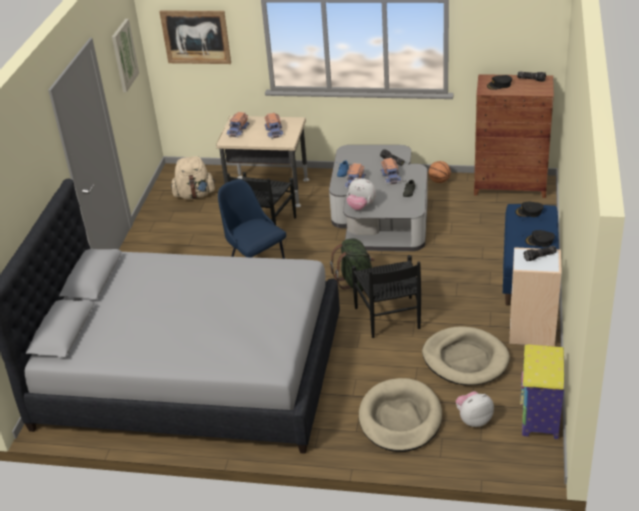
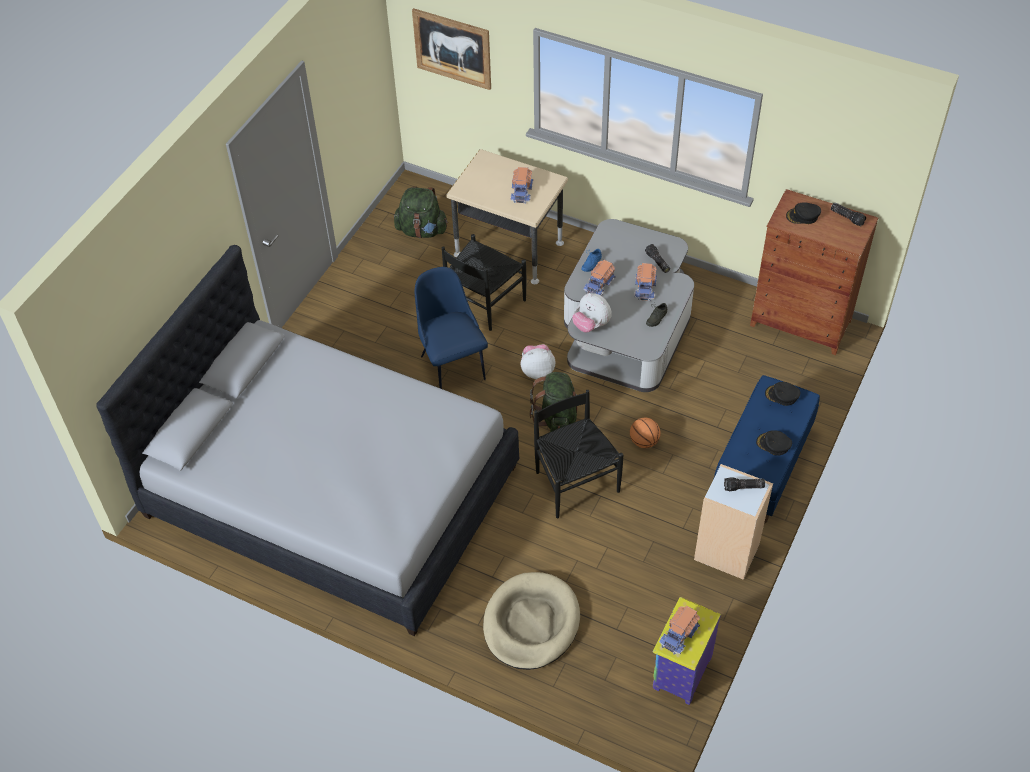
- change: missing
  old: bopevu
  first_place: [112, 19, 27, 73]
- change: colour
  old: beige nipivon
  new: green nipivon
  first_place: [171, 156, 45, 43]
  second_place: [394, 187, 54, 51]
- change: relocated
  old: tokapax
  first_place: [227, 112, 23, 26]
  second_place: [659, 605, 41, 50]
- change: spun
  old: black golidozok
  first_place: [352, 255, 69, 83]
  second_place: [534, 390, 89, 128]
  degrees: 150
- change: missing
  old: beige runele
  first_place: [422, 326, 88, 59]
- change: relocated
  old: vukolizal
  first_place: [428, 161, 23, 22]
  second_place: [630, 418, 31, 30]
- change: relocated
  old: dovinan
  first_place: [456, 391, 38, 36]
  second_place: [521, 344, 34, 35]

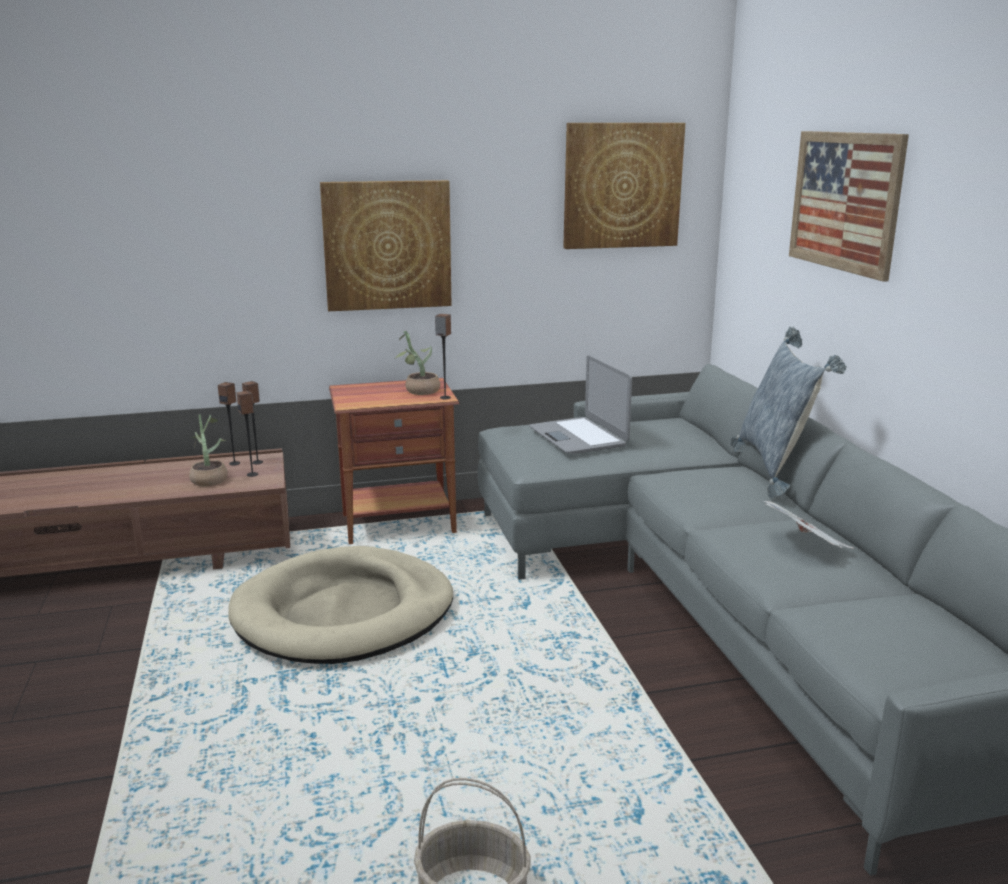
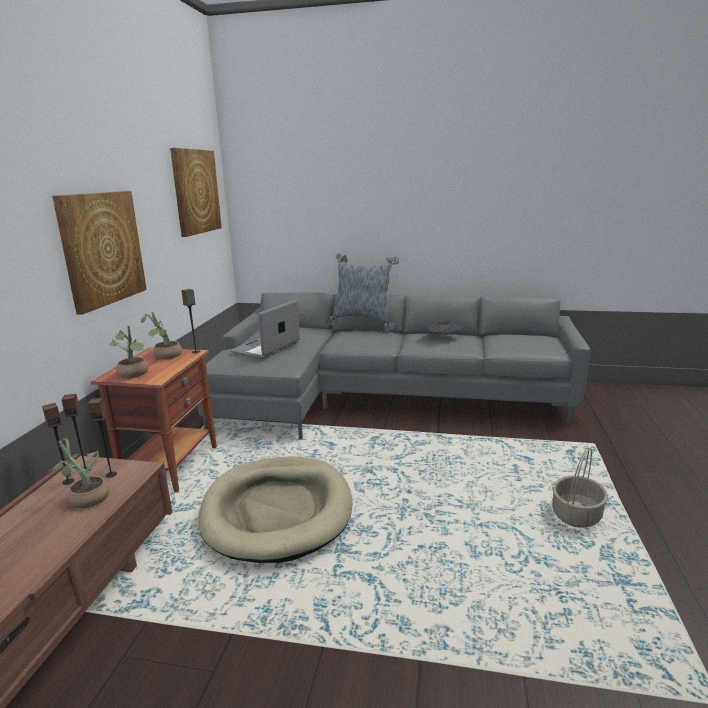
- change: spun
  old: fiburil
  first_place: [529, 355, 103, 99]
  second_place: [230, 300, 70, 59]
  degrees: 120
- change: missing
  old: bopevu
  first_place: [789, 131, 120, 151]
- change: appeared
  new: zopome
  second_place: [109, 325, 40, 53]

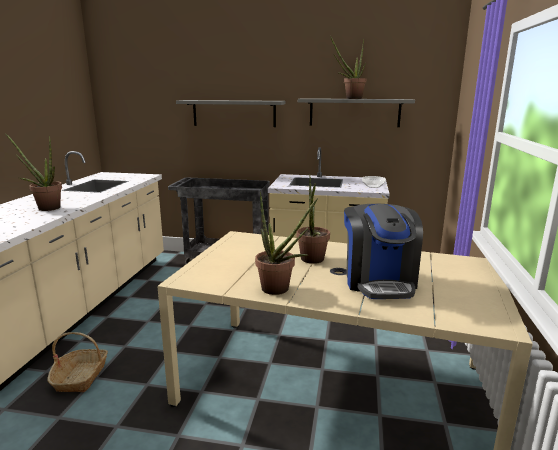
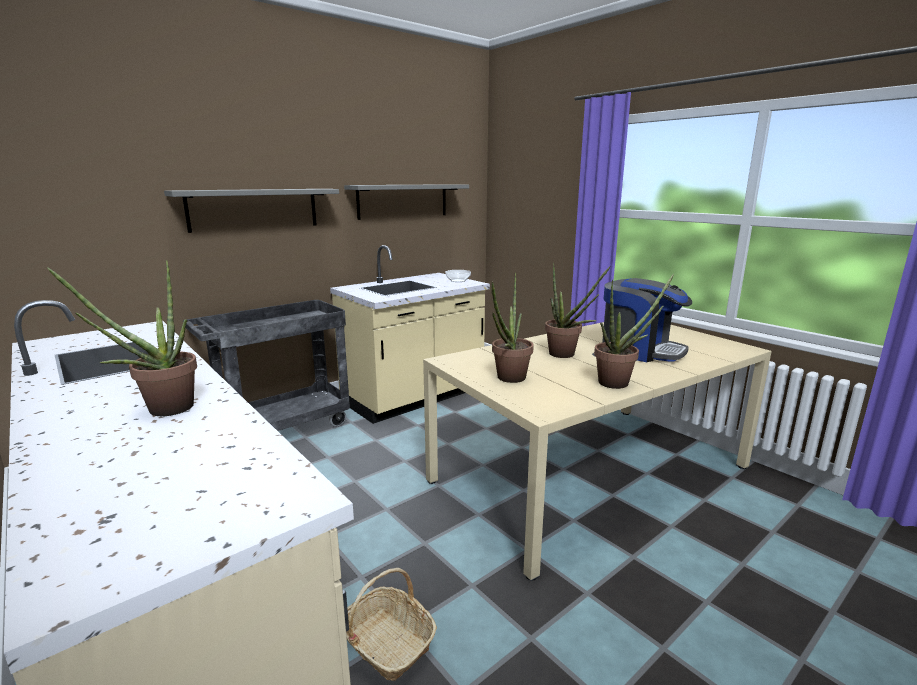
- change: relocated
  old: zopome
  first_place: [330, 36, 37, 63]
  second_place: [491, 273, 43, 110]

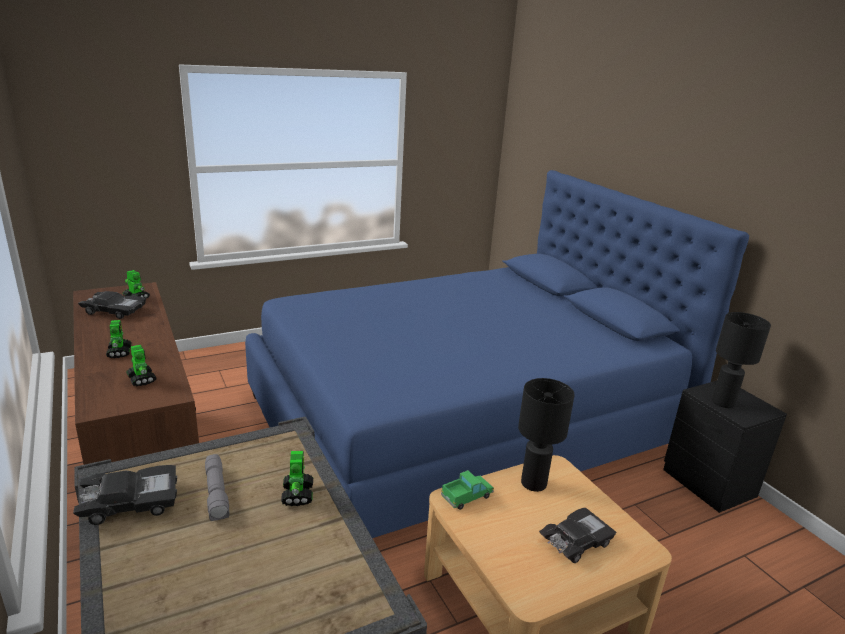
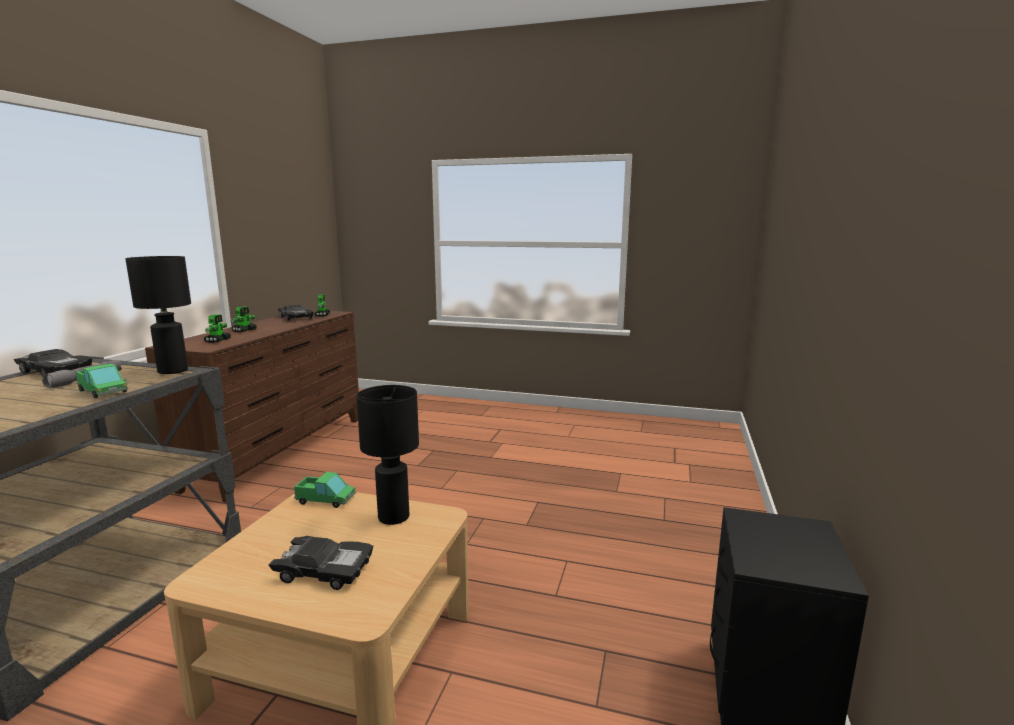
- change: missing
  old: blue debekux
  first_place: [245, 170, 504, 368]
- change: exchanged
  old: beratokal
  new: tokapax
  first_place: [281, 451, 32, 55]
  second_place: [76, 364, 52, 34]
- change: relocated
  old: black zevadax
  first_place: [712, 312, 59, 96]
  second_place: [125, 256, 66, 118]

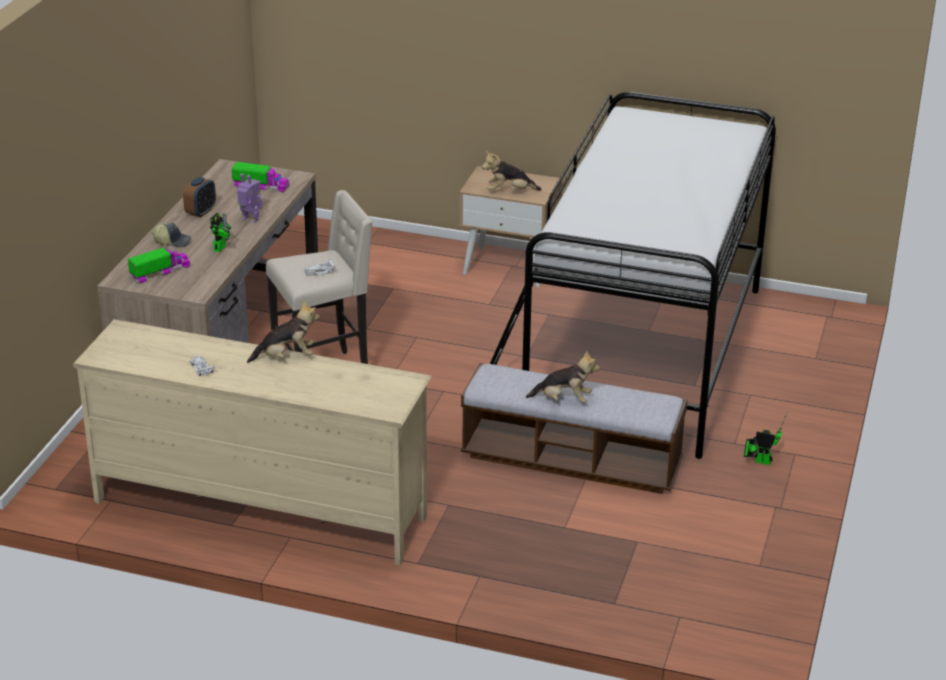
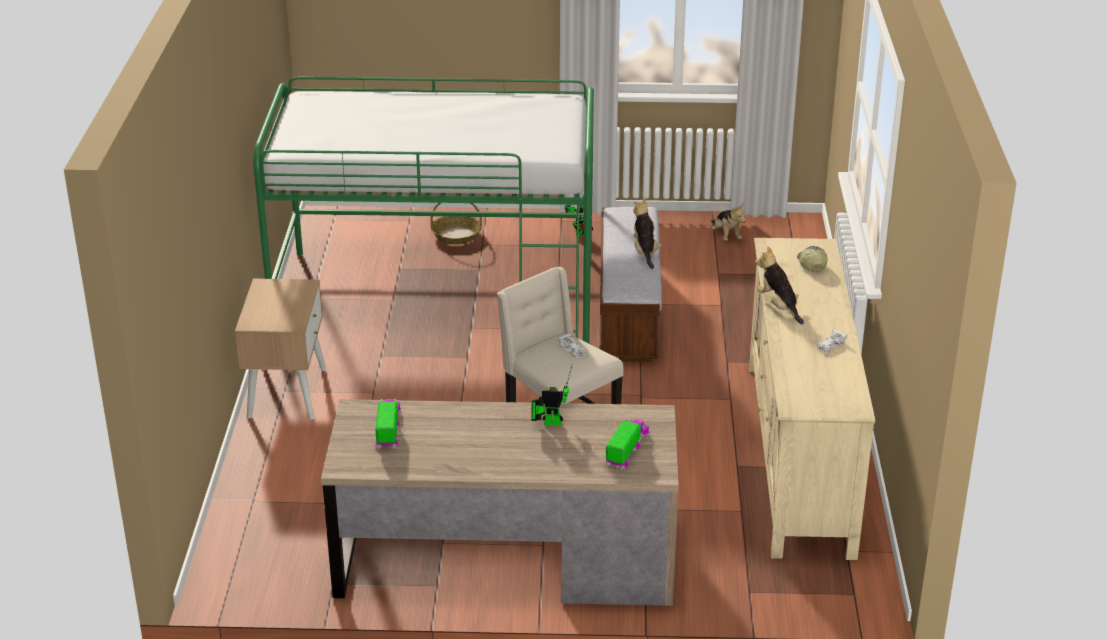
- change: spun
  old: tokapax
  first_place: [128, 247, 63, 36]
  second_place: [605, 417, 44, 53]
  degrees: 75
- change: relocated
  old: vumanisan
  first_place: [151, 222, 41, 25]
  second_place: [797, 246, 31, 26]
- change: missing
  old: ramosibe
  first_place: [183, 177, 33, 40]
- change: missing
  old: beratokal
  first_place: [237, 173, 25, 50]
- change: relocated
  old: dovinan
  first_place: [482, 151, 60, 40]
  second_place: [711, 204, 35, 37]
- change: colour
  old: black debekux
  new: green debekux
  first_place: [490, 92, 286, 367]
  second_place: [253, 77, 341, 267]
- change: appeared
  new: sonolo
  second_place: [431, 203, 51, 42]

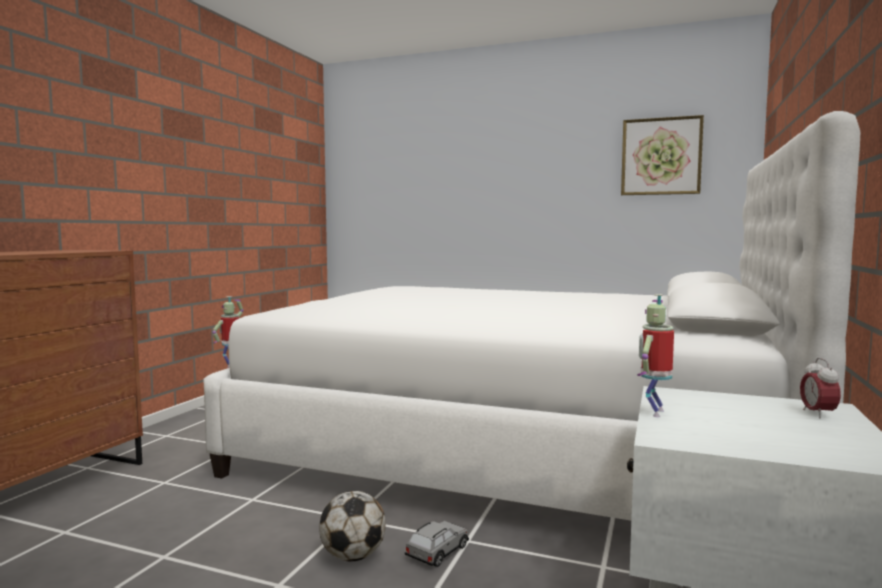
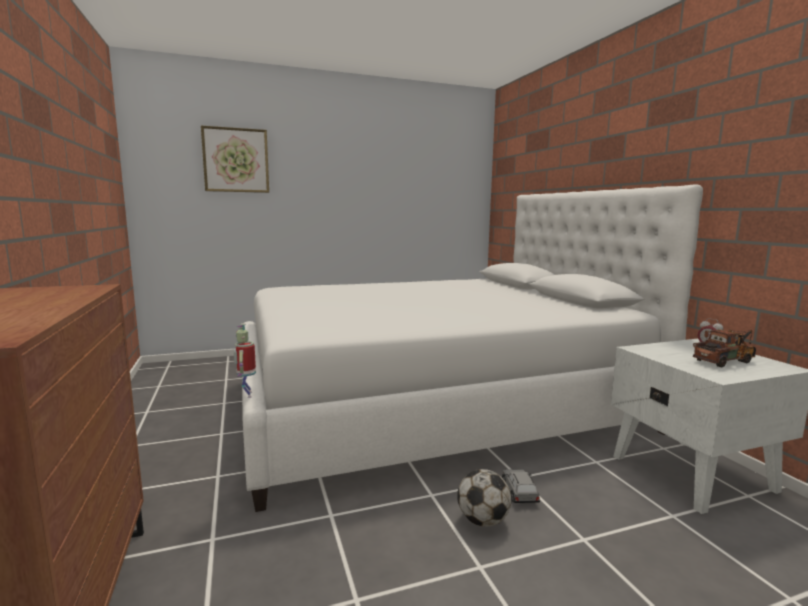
- change: relocated
  old: bopevu
  first_place: [621, 115, 83, 80]
  second_place: [201, 126, 68, 67]
- change: missing
  old: beratokal
  first_place: [637, 294, 37, 123]
- change: appeared
  new: tokapax
  second_place: [693, 330, 63, 37]

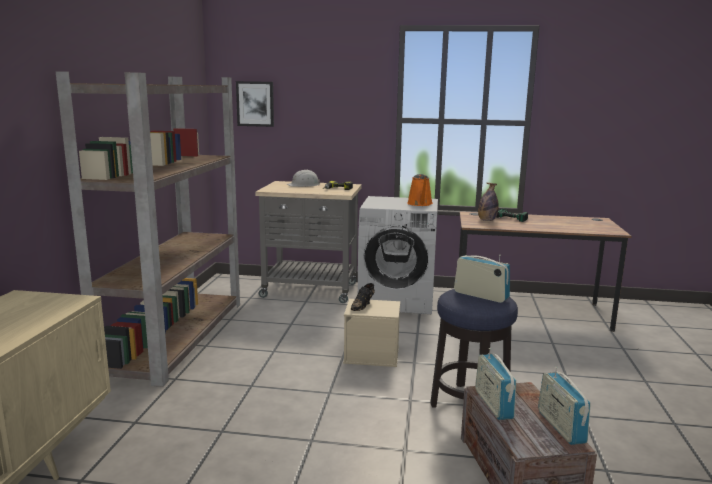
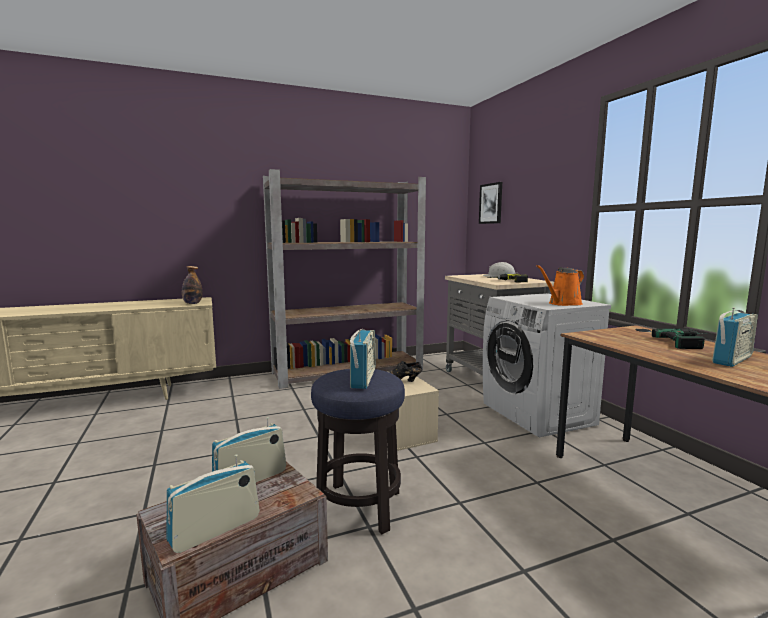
- change: relocated
  old: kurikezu
  first_place: [478, 183, 21, 38]
  second_place: [182, 266, 20, 38]
- change: appeared
  new: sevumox
  second_place: [712, 307, 46, 60]

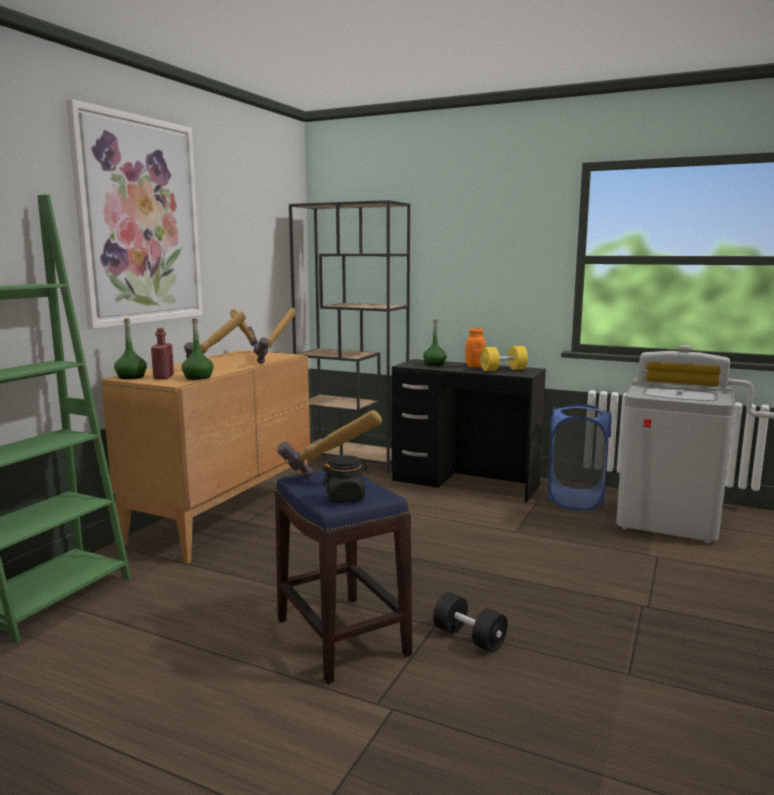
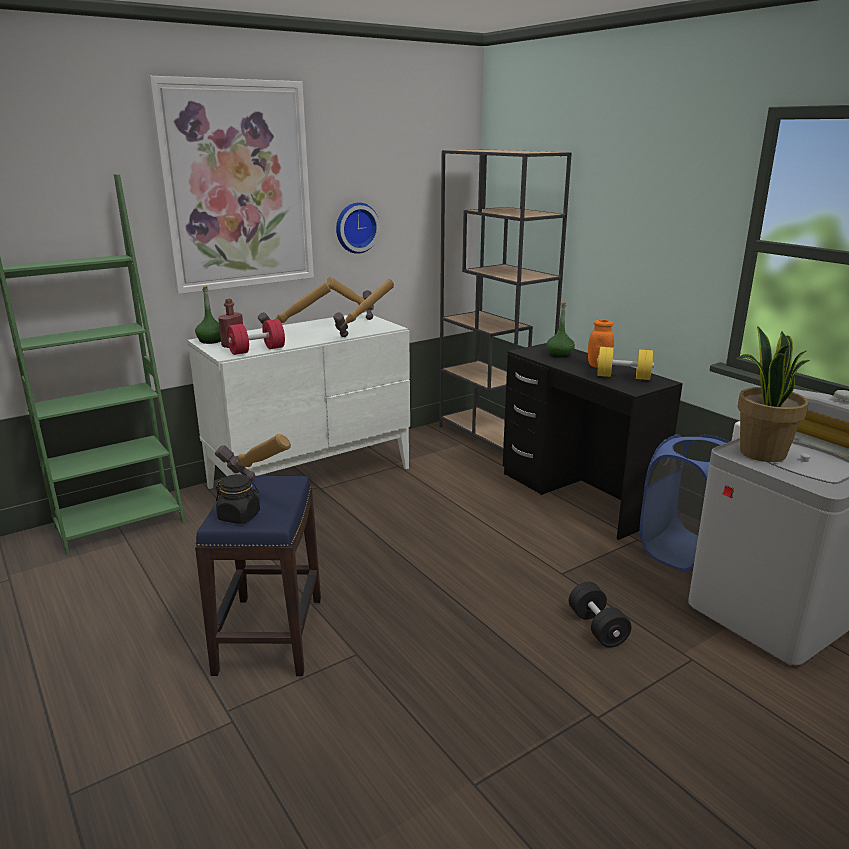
- change: colour
  old: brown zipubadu
  new: white zipubadu
  first_place: [101, 350, 209, 214]
  second_place: [187, 312, 223, 177]
- change: exchanged
  old: green kurikezu
  new: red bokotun
  first_place: [181, 319, 33, 61]
  second_place: [227, 319, 58, 36]
- change: relocated
  old: black bokotun
  first_place: [433, 592, 75, 60]
  second_place: [569, 582, 62, 66]
- change: appeared
  new: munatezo
  second_place: [336, 202, 44, 52]
- change: appeared
  new: zopome
  second_place: [737, 326, 73, 136]

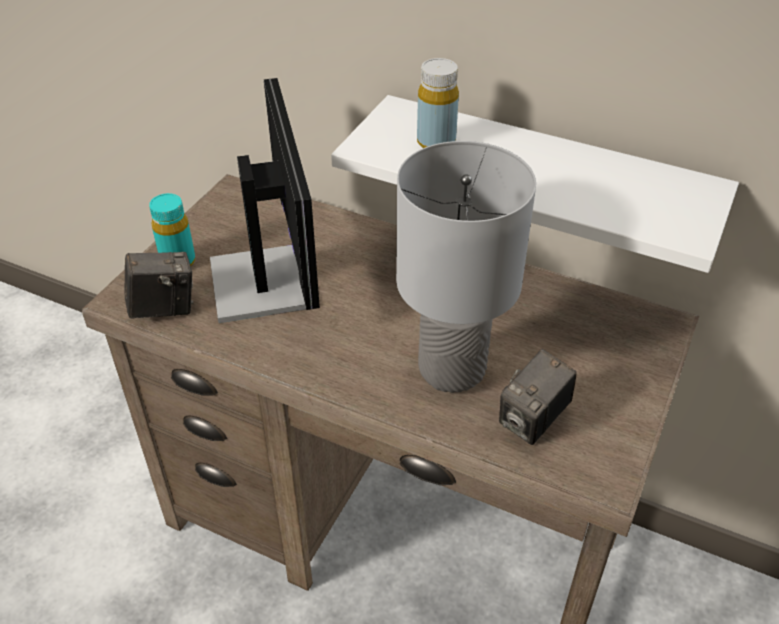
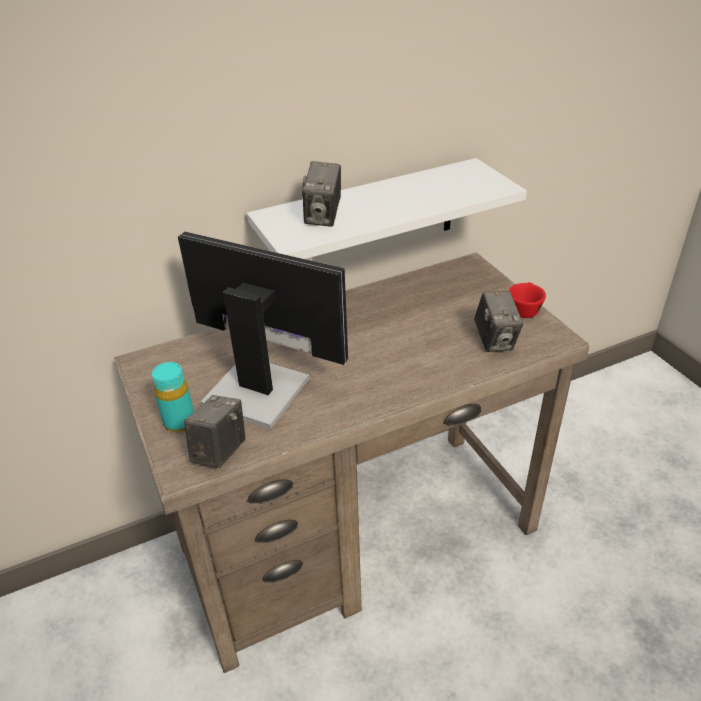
- change: missing
  old: grey zevadax
  first_place: [396, 141, 140, 252]
- change: exchanged
  old: yellow kurikezu
  new: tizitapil
  first_place: [417, 58, 42, 90]
  second_place: [302, 161, 39, 66]
- change: appeared
  new: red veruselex
  second_place: [508, 282, 38, 36]

